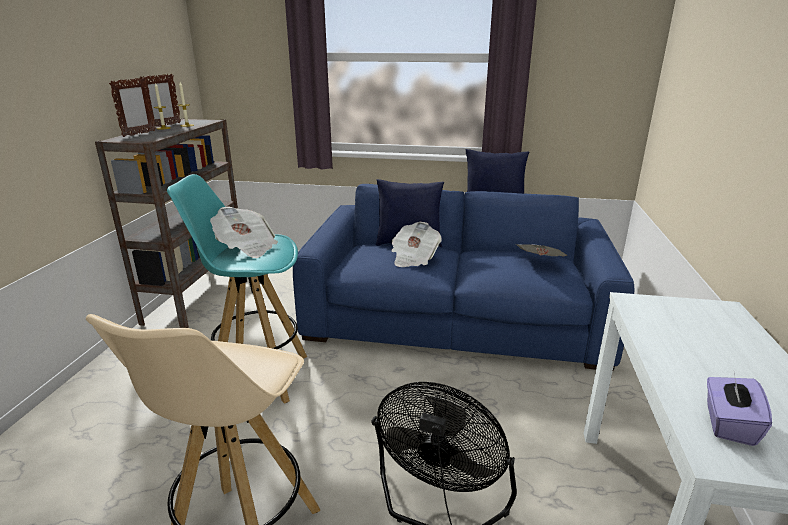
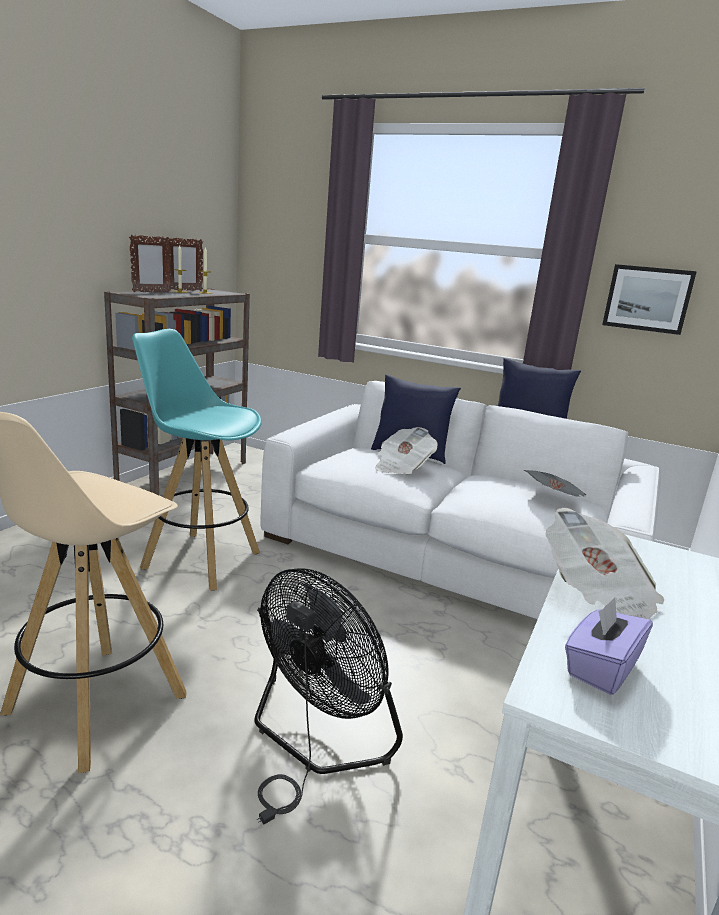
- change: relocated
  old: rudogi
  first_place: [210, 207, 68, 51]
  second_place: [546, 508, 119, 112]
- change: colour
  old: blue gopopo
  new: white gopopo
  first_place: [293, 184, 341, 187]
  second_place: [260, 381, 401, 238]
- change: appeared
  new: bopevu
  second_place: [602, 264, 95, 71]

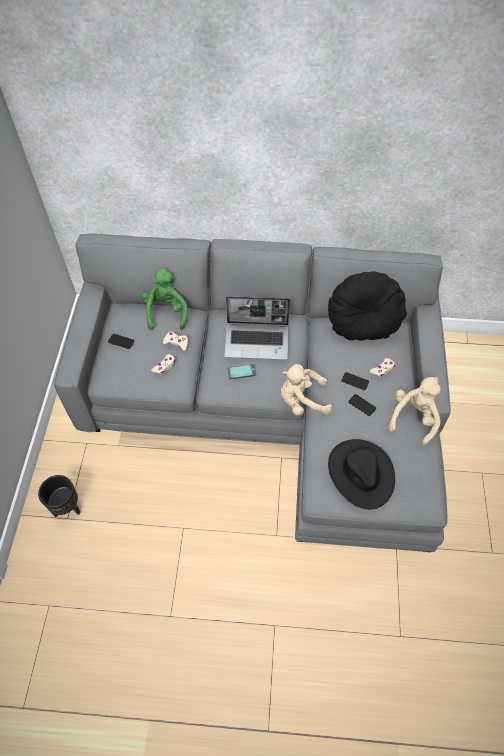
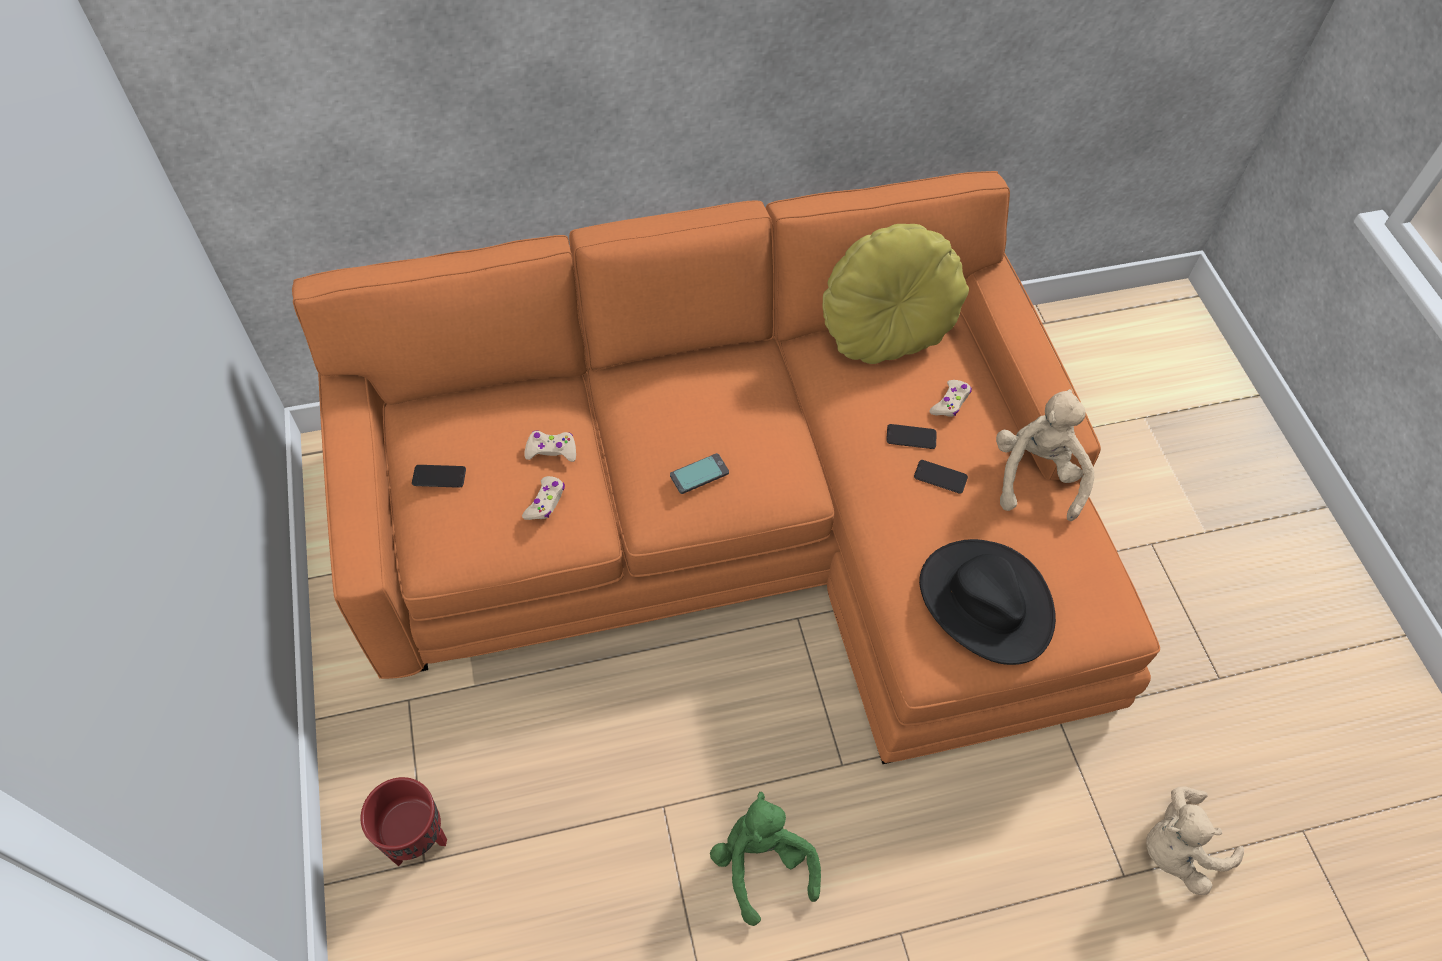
- change: colour
  old: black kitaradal
  new: red kitaradal
  first_place: [38, 475, 42, 42]
  second_place: [361, 777, 86, 89]
- change: colour
  old: grey gopopo
  new: orange gopopo
  first_place: [54, 234, 397, 318]
  second_place: [292, 171, 868, 593]
- change: relocated
  old: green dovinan
  first_place: [141, 268, 47, 62]
  second_place: [710, 792, 111, 134]
- change: missing
  old: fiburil
  first_place: [224, 296, 66, 64]
- change: relocated
  old: beige dovinan
  first_place: [281, 364, 51, 52]
  second_place: [1146, 786, 98, 109]
- change: colour
  old: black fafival
  new: yellow fafival
  first_place: [328, 271, 79, 70]
  second_place: [822, 224, 147, 140]

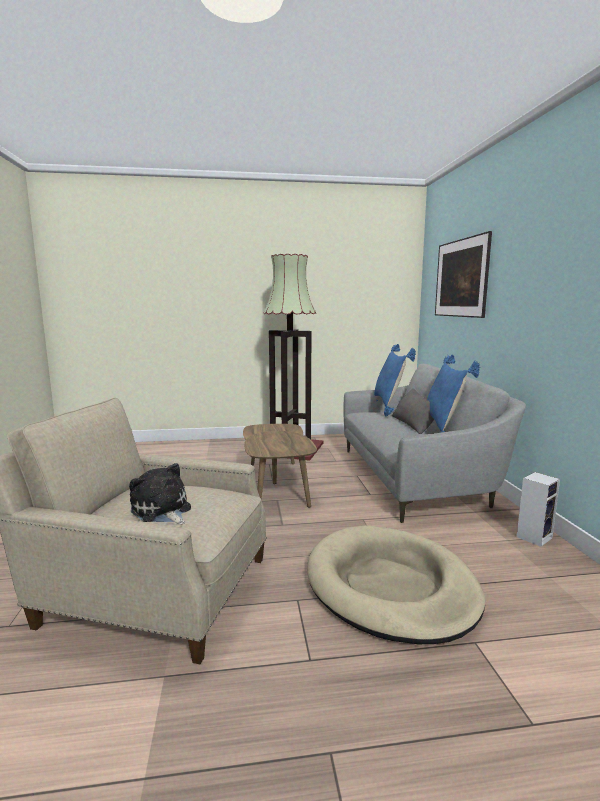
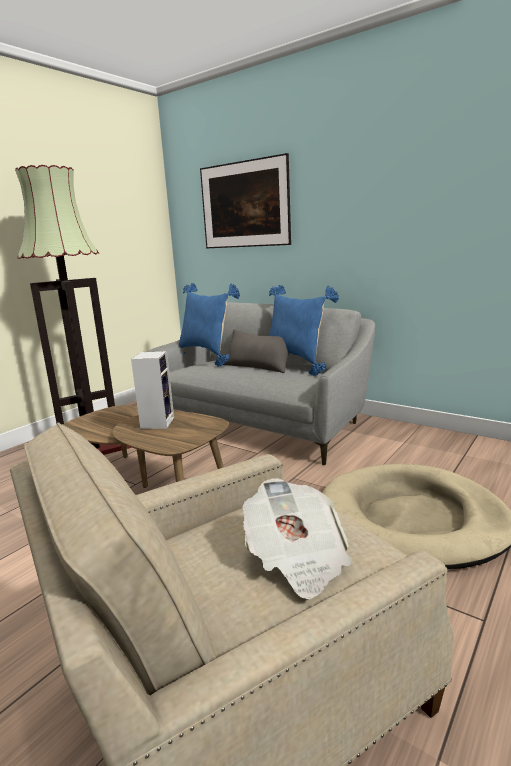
- change: exchanged
  old: dovinan
  new: rudogi
  first_place: [129, 463, 62, 61]
  second_place: [242, 478, 111, 121]
- change: relocated
  old: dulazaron
  first_place: [517, 472, 43, 75]
  second_place: [131, 351, 43, 78]

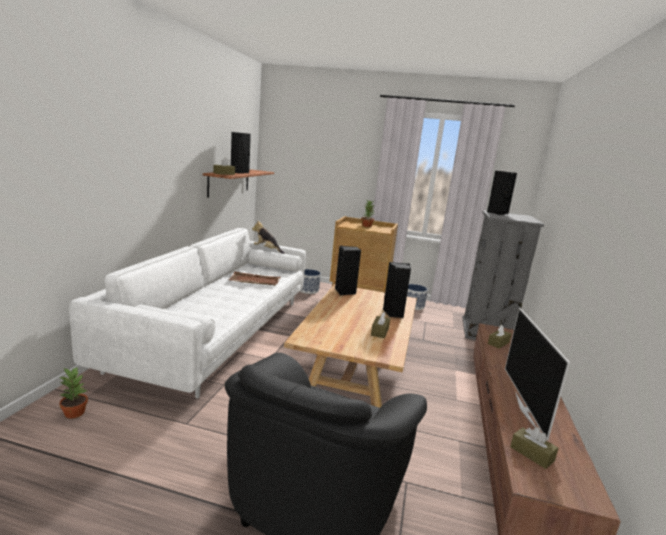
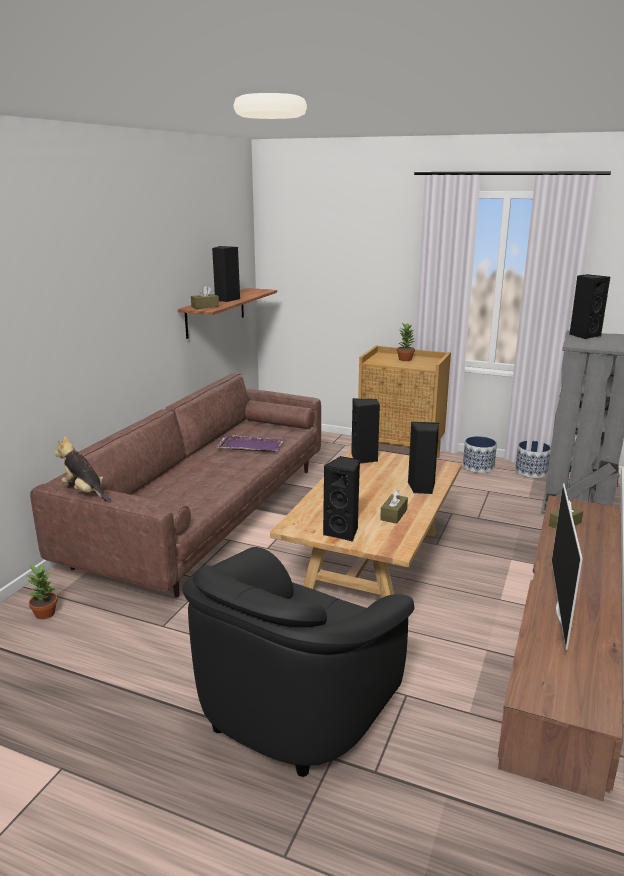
- change: colour
  old: white gopopo
  new: brown gopopo
  first_place: [69, 228, 237, 171]
  second_place: [30, 373, 291, 225]
- change: colour
  old: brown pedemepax
  new: purple pedemepax
  first_place: [228, 272, 53, 14]
  second_place: [215, 434, 69, 18]
- change: relocated
  old: dovinan
  first_place: [252, 220, 32, 34]
  second_place: [54, 436, 57, 66]
- change: relocated
  old: kitaradal
  first_place: [300, 269, 21, 25]
  second_place: [515, 441, 36, 37]
- change: missing
  old: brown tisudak
  first_place: [510, 427, 49, 42]
- change: appeared
  new: black dulazaron
  second_place: [323, 456, 37, 85]

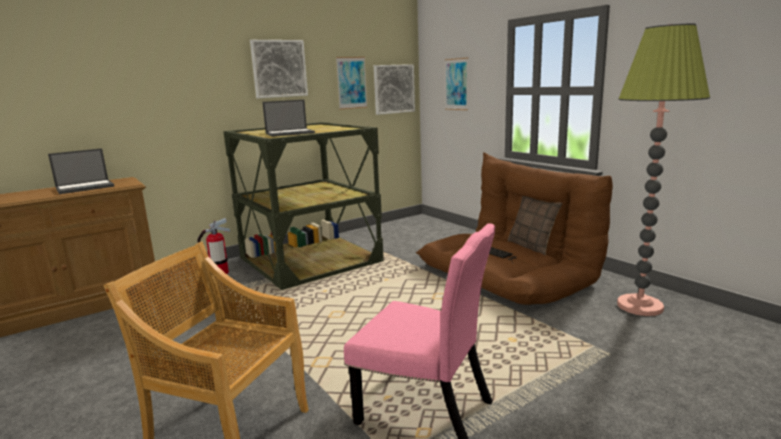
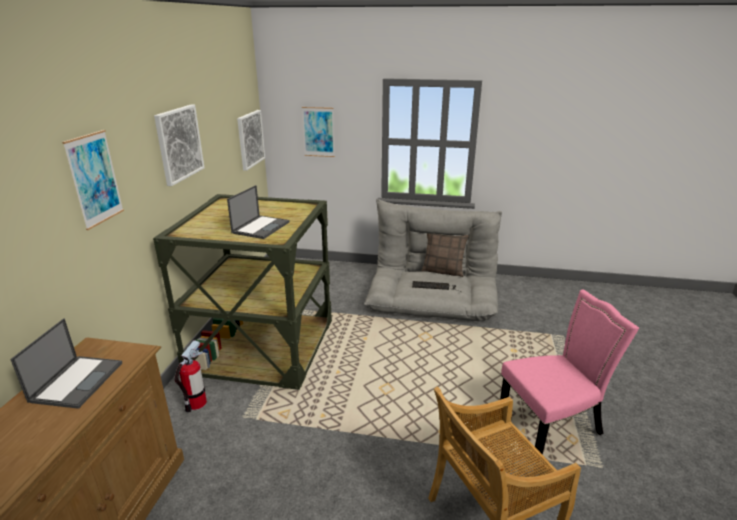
- change: relocated
  old: bopevu
  first_place: [336, 57, 32, 52]
  second_place: [62, 130, 62, 100]
- change: colour
  old: brown gopopo
  new: grey gopopo
  first_place: [416, 152, 197, 153]
  second_place: [364, 199, 138, 122]
- change: missing
  old: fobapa
  first_place: [617, 24, 93, 292]

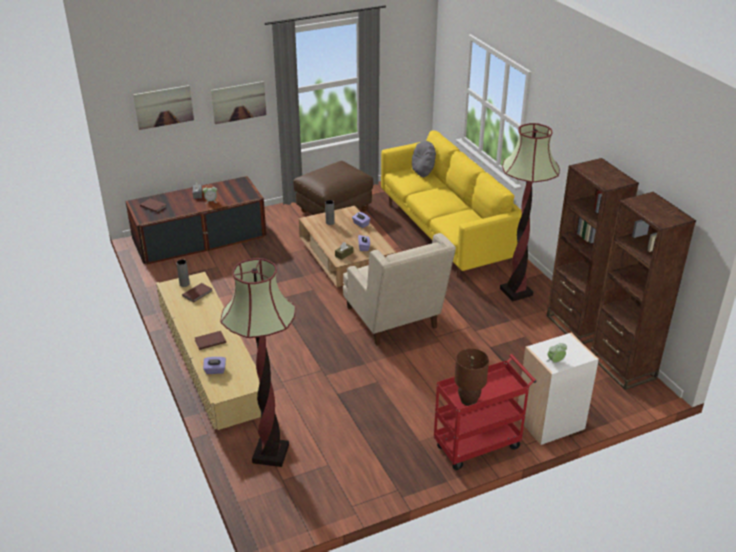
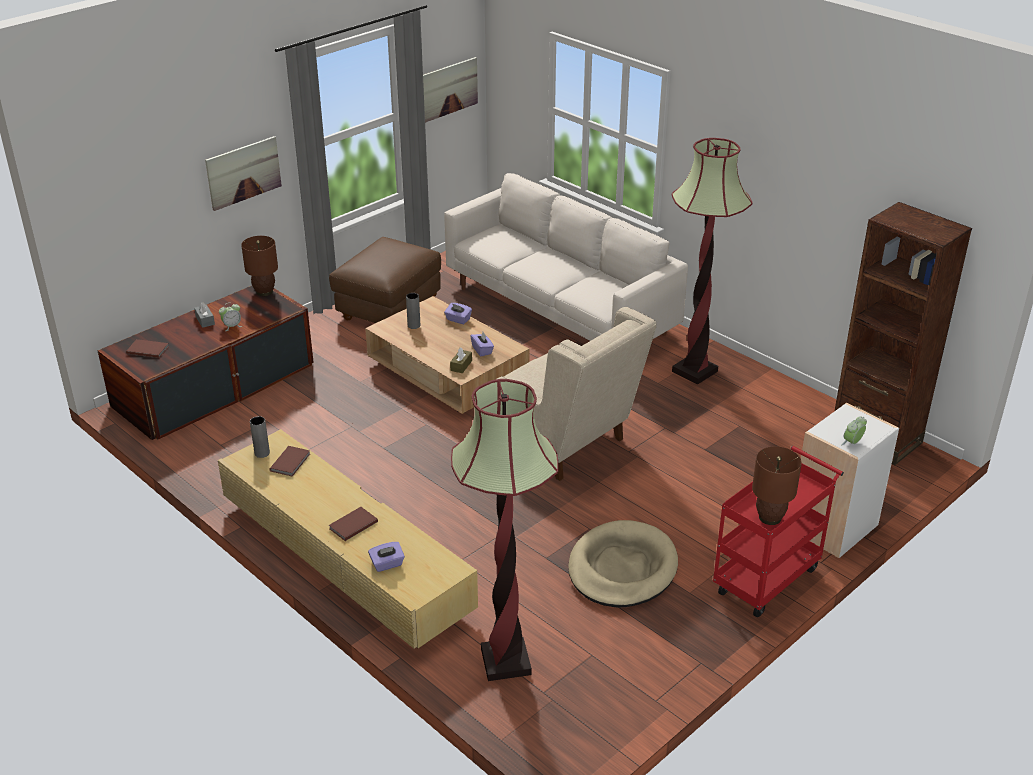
- change: relocated
  old: bopevu
  first_place: [133, 85, 61, 45]
  second_place: [423, 57, 55, 66]
- change: colour
  old: yellow gopopo
  new: white gopopo
  first_place: [381, 130, 141, 147]
  second_place: [444, 173, 244, 168]
- change: missing
  old: grey fafival
  first_place: [412, 141, 24, 36]
- change: missing
  old: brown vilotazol
  first_place: [547, 158, 92, 186]
- change: appeared
  new: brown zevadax
  second_place: [241, 236, 37, 60]
- change: appeared
  new: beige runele
  second_place: [568, 520, 110, 87]

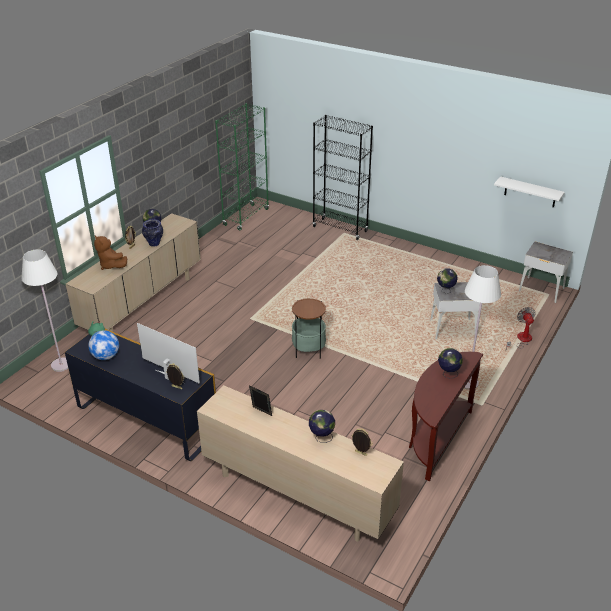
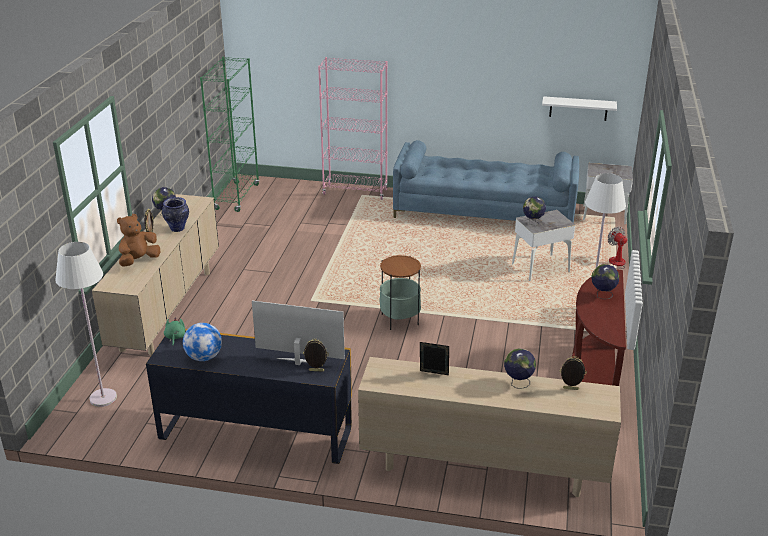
- change: spun
  old: brown dovinan
  first_place: [94, 235, 33, 35]
  second_place: [117, 214, 43, 53]
  degrees: 105
- change: colour
  old: black vilotazol
  new: pink vilotazol
  first_place: [313, 114, 60, 126]
  second_place: [318, 57, 70, 143]
- change: appeared
  new: blue gopopo
  second_place: [393, 140, 186, 83]

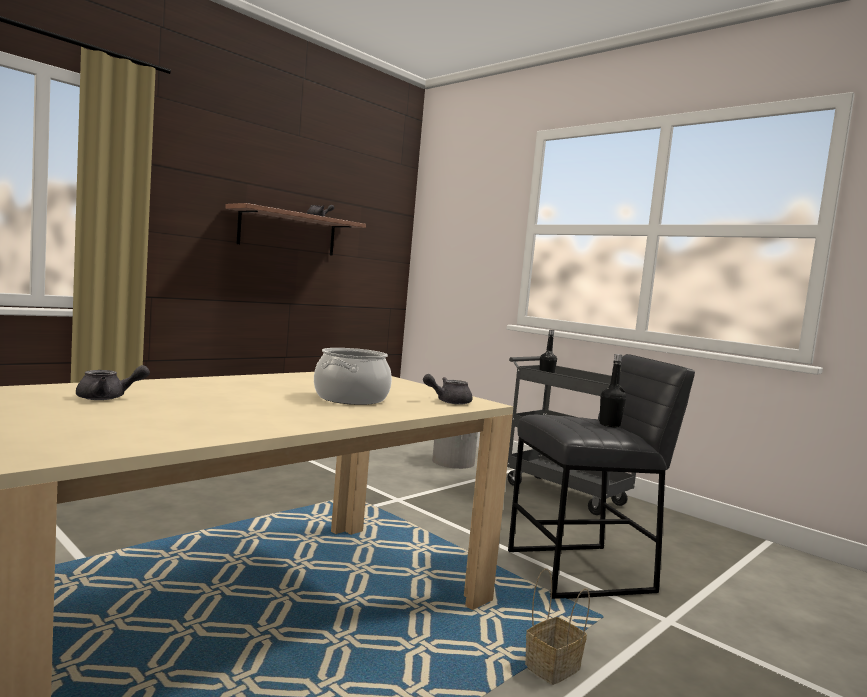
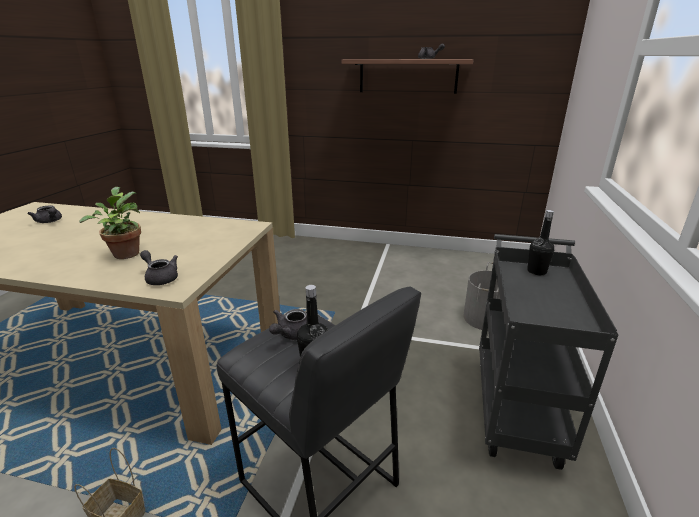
- change: exchanged
  old: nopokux
  new: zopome
  first_place: [314, 348, 78, 57]
  second_place: [79, 187, 62, 72]
- change: appeared
  new: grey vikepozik
  second_place: [269, 309, 38, 31]

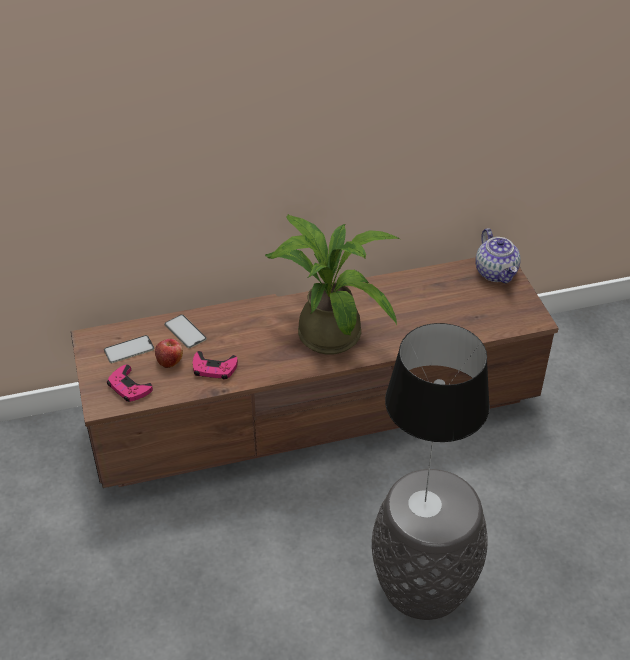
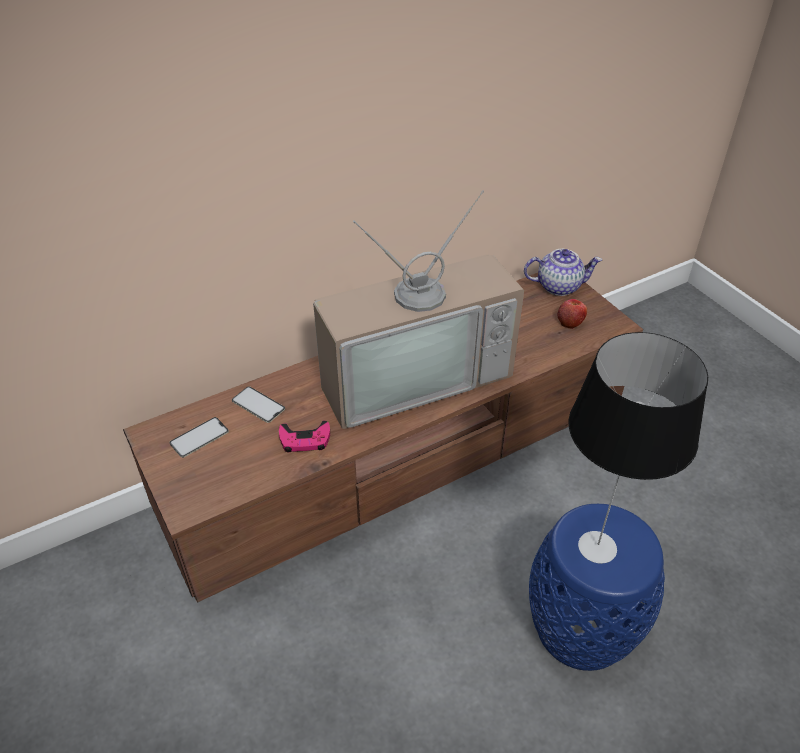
- change: missing
  old: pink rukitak
  first_place: [107, 364, 46, 38]
- change: relocated
  old: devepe
  first_place: [155, 339, 28, 29]
  second_place: [558, 299, 29, 30]
- change: exchanged
  old: zopome
  new: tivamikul
  first_place: [265, 214, 135, 141]
  second_place: [313, 190, 211, 239]
- change: colour
  old: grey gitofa
  new: blue gitofa
  first_place: [372, 469, 116, 151]
  second_place: [529, 504, 136, 167]
- change: spun
  old: vikepozik
  first_place: [476, 228, 45, 56]
  second_place: [524, 249, 78, 47]
  degrees: -60

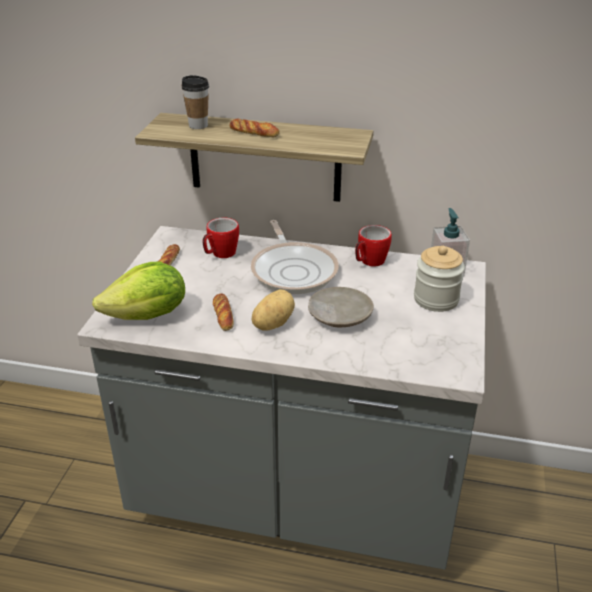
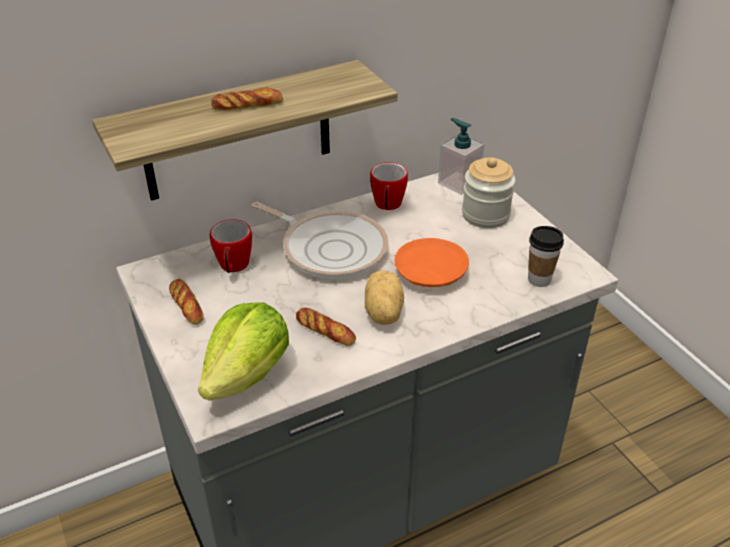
- change: relocated
  old: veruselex
  first_place: [181, 75, 28, 54]
  second_place: [528, 226, 36, 61]
- change: colour
  old: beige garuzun
  new: orange garuzun
  first_place: [308, 287, 66, 40]
  second_place: [395, 238, 74, 49]

